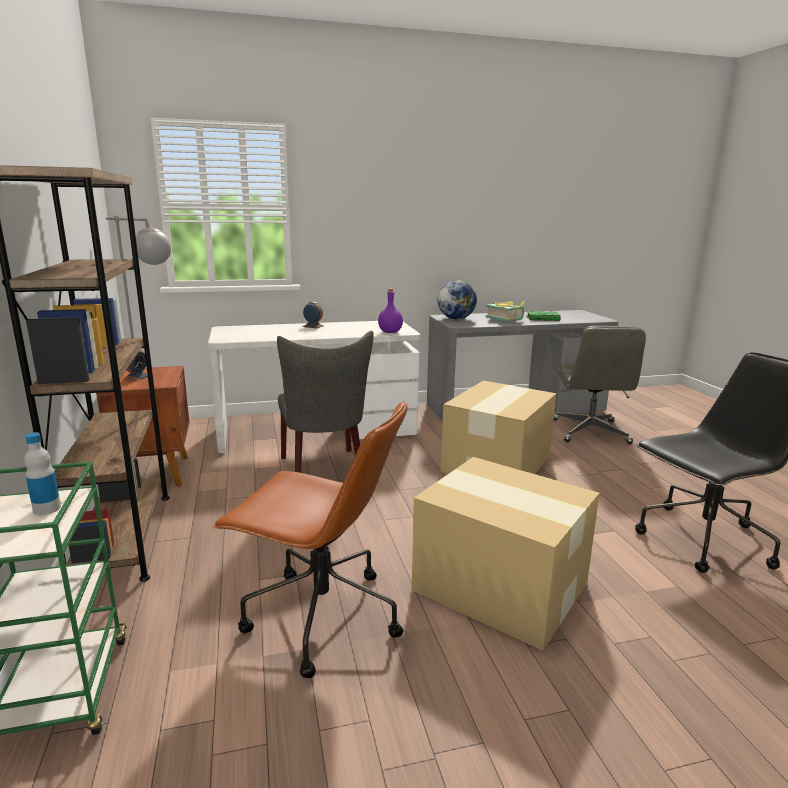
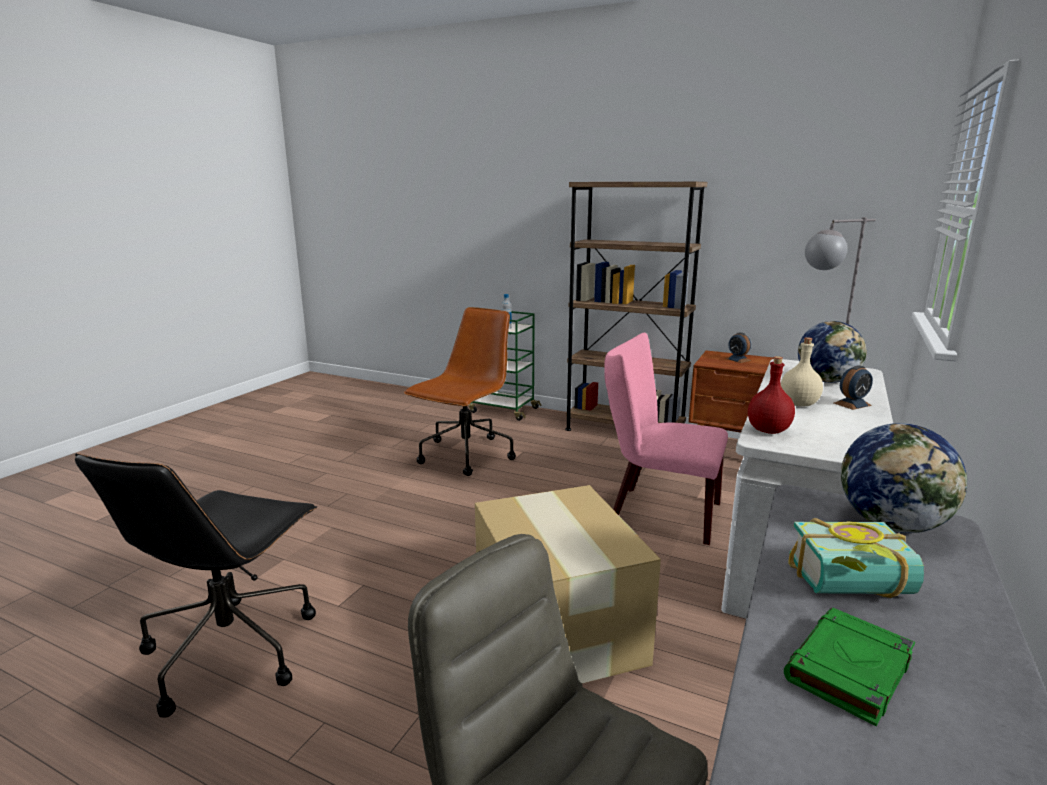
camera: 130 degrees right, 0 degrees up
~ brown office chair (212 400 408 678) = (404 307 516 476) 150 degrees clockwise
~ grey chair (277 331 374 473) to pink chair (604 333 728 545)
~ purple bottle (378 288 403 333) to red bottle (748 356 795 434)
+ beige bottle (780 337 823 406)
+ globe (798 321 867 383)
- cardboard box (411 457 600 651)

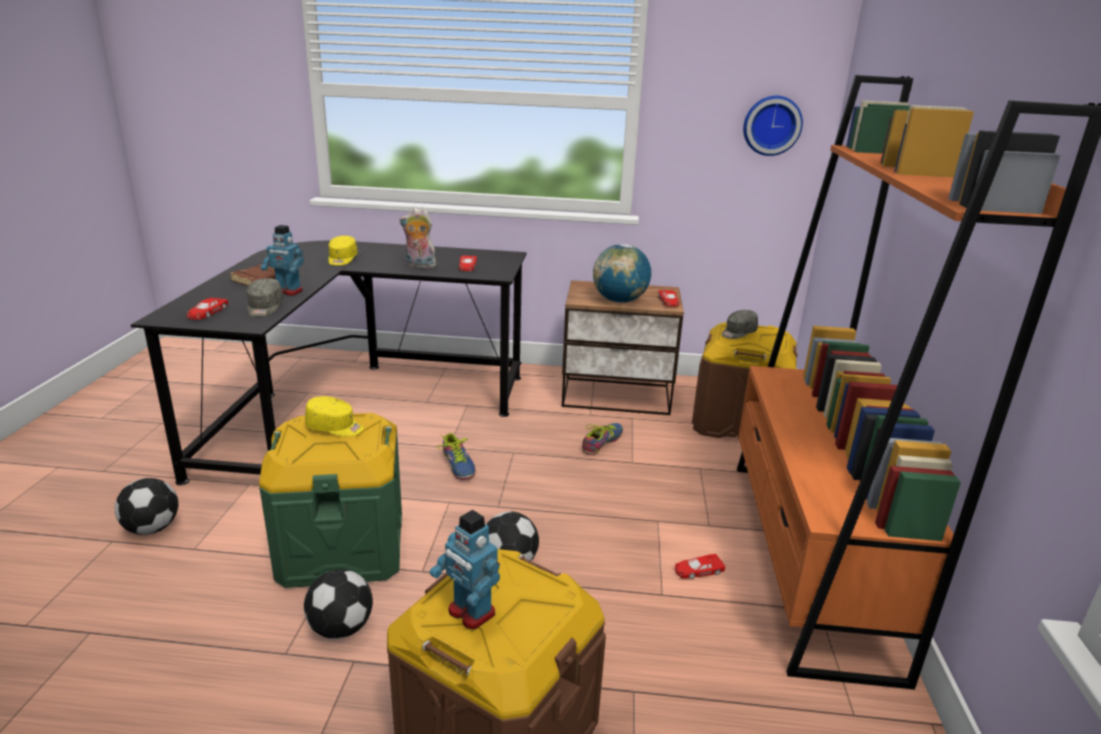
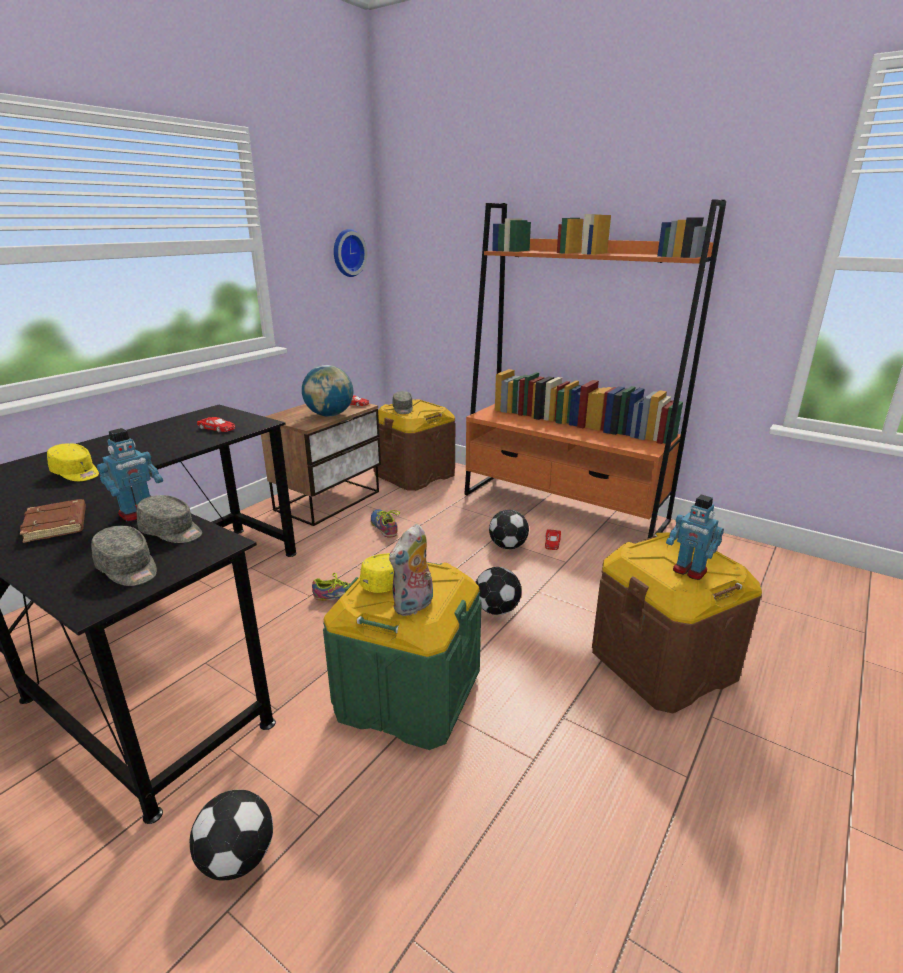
camera: 60 degrees left, 0 degrees up
~ red toy car (186 298 228 320) to grey cap (91 526 157 586)
~ plush toy (399 208 436 269) to (389 524 433 616)
~ football (304 569 373 639) to (489 510 529 549)
~ toy robot (429 510 500 630) = (666 495 724 580) 60 degrees clockwise

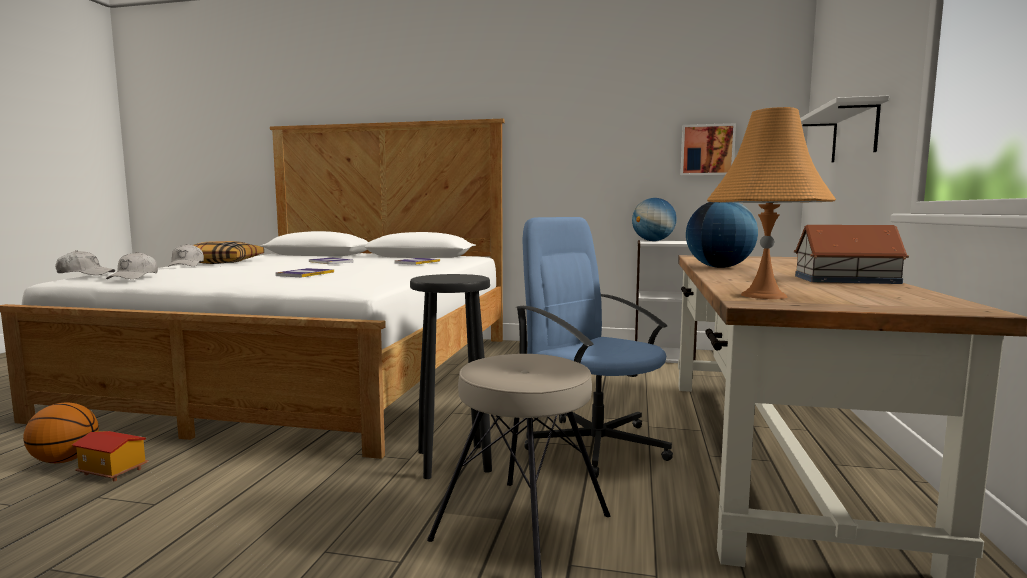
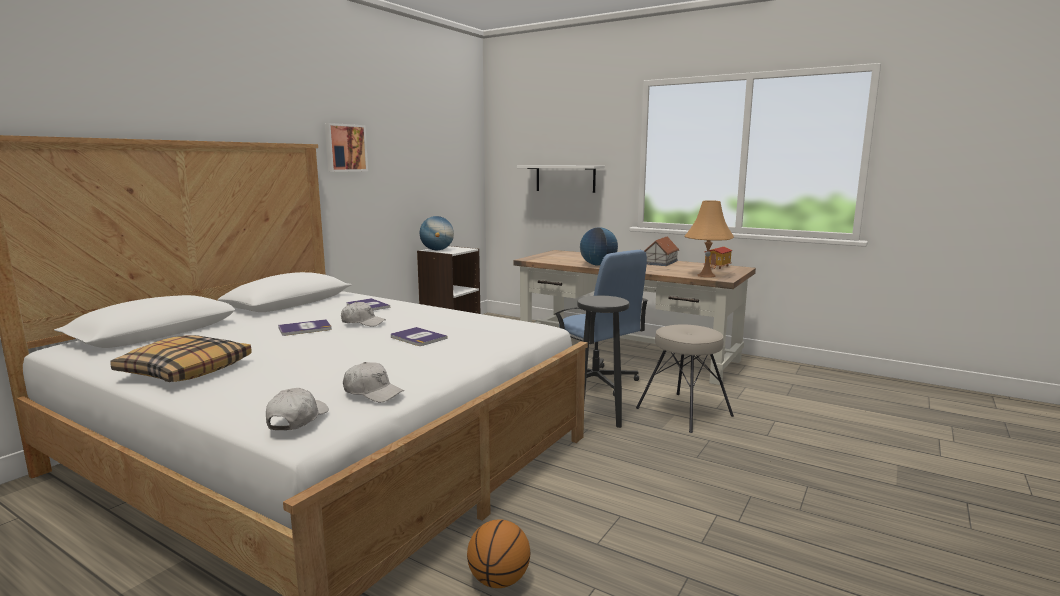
camera: 70 degrees left, 5 degrees up
~ picture (680 123 736 176) to (325 123 368 172)
~ white cap (168 244 204 267) to (341 302 386 327)
~ blue office chair (516 217 673 478) = (554 250 648 396) 105 degrees counterclockwise
~ toy house (72 431 149 481) to (704 247 733 269)

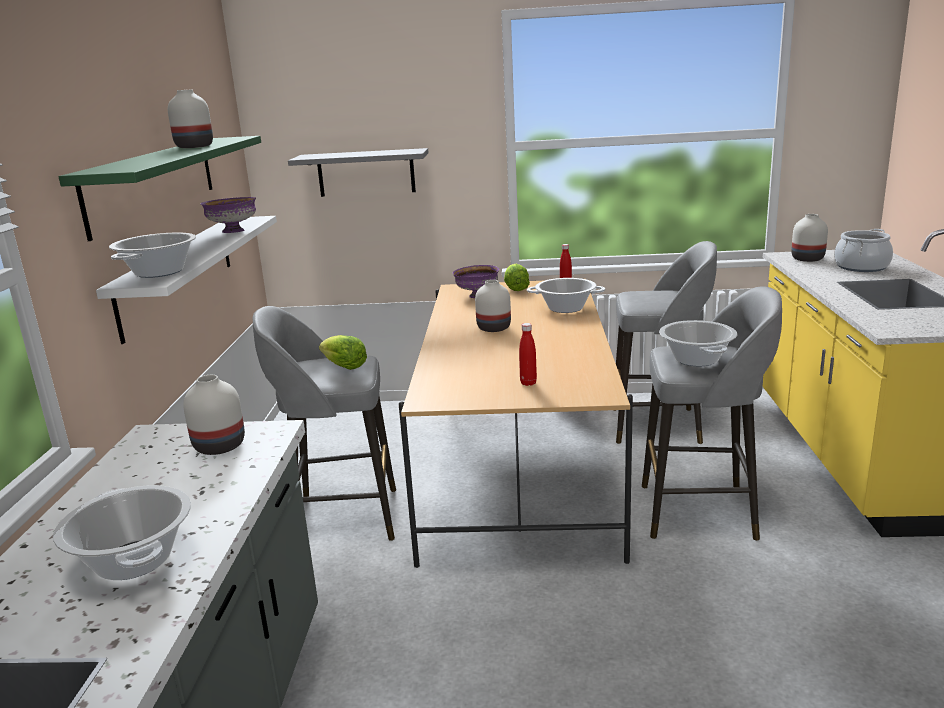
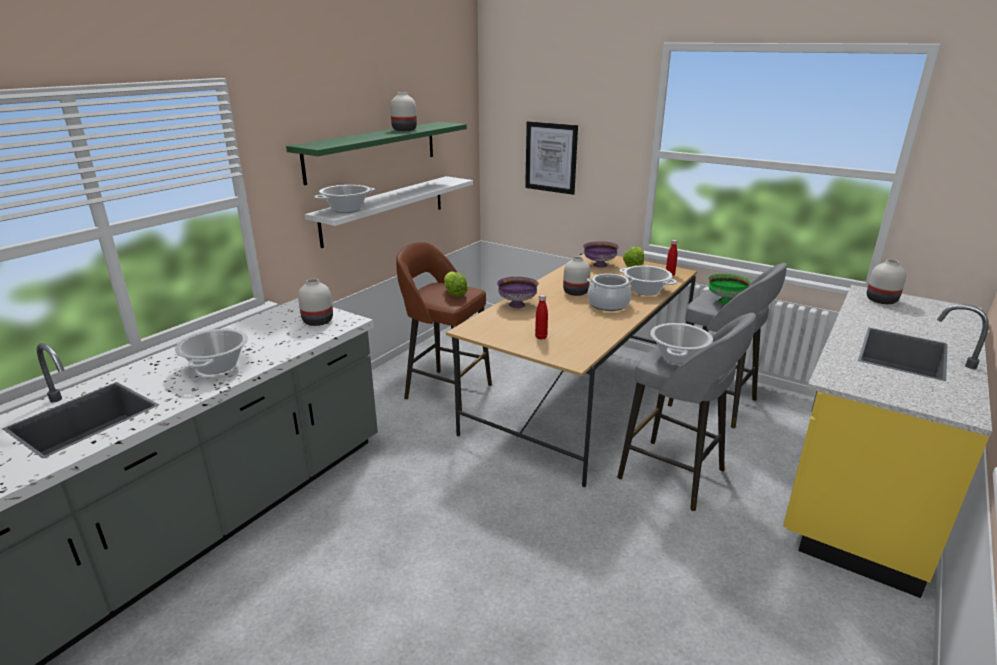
camera: 30 degrees right, 5 degrees up
~ grey stool (253 306 396 541) to brown stool (396 242 492 411)
~ purple bowl (201 197 256 233) to (497 277 539 308)
~ grey shelf (288 148 428 197) to picture (525 121 578 195)
~ cooking pot (834 229 893 272) to (587 274 634 311)
+ green bowl (708 274 751 304)

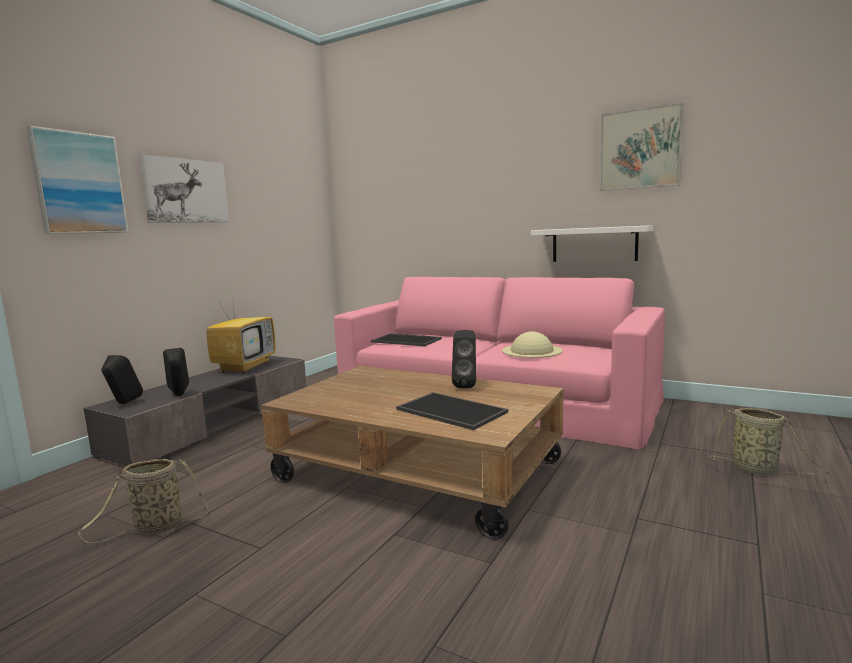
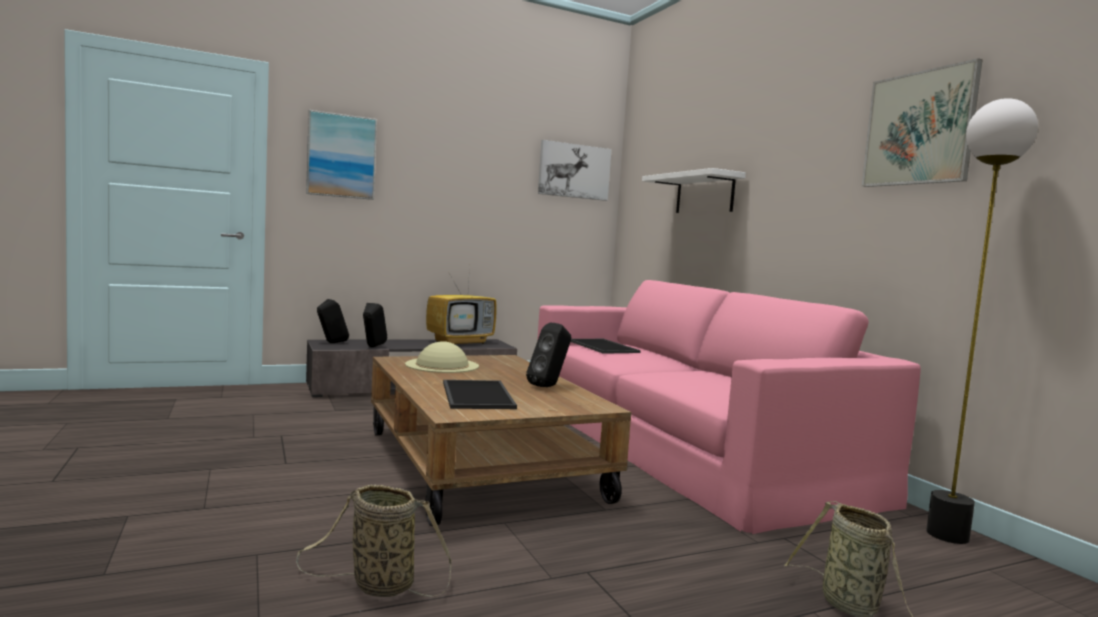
camera: 35 degrees right, 5 degrees down
~ basket (78 459 208 543) to (296 485 452 597)
~ beige hat (502 331 562 358) to (405 341 479 373)
~ picture (139 154 230 223) to (538 140 611 201)
~ white shelf (531 225 653 262) to (642 168 746 213)
+ floor lamp (926 98 1038 544)

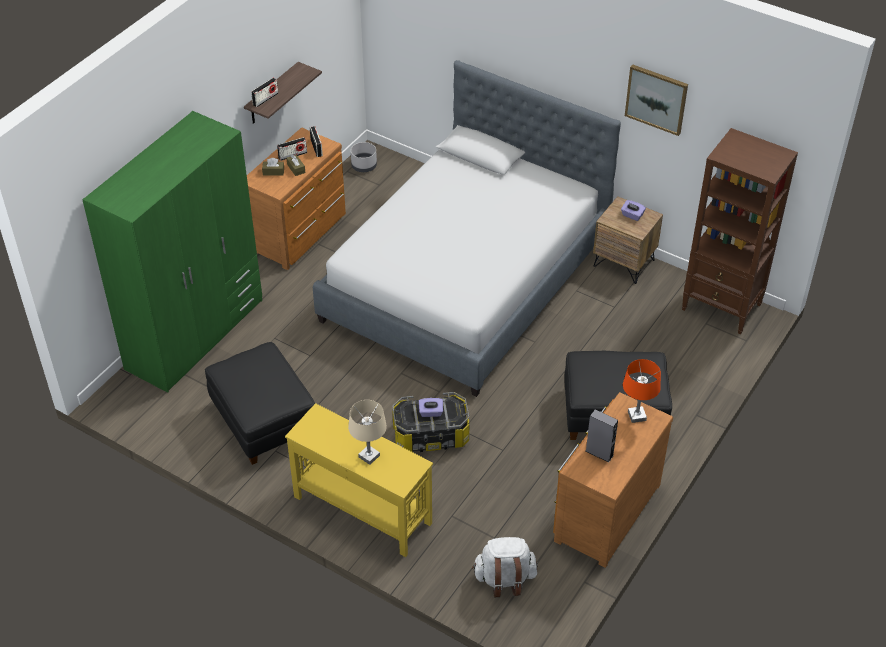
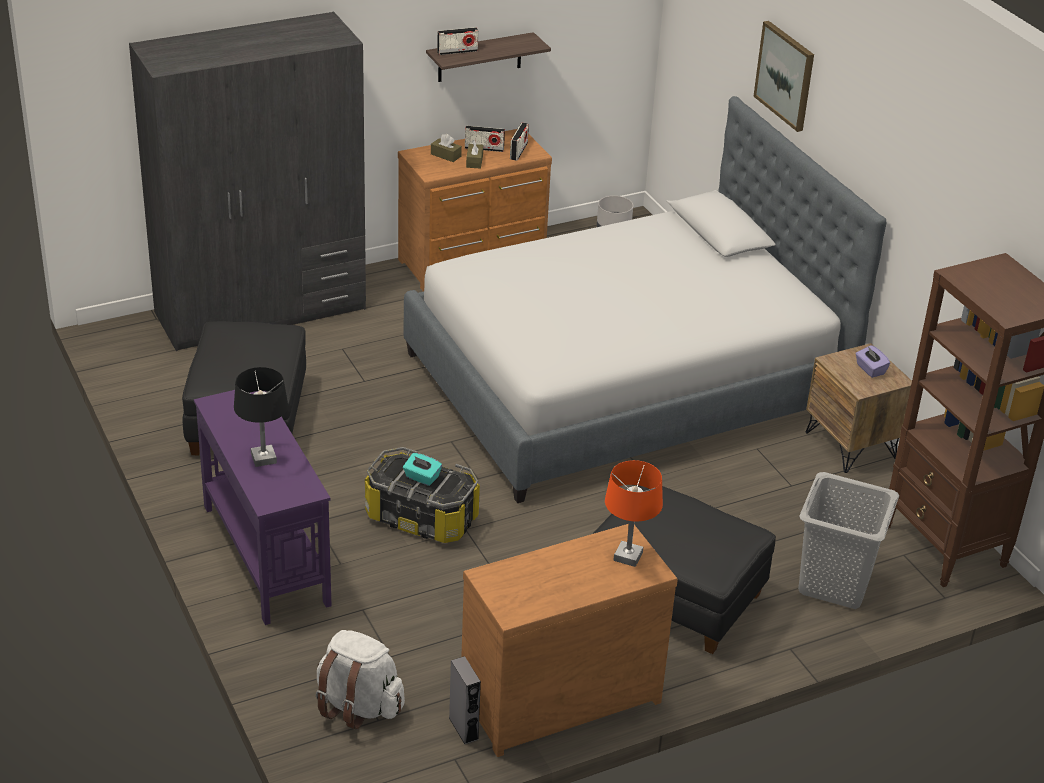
camera: 30 degrees right, 10 degrees down
~ green wardrobe (82 111 262 393) to grey wardrobe (129 12 366 351)
~ yellow console table (285 403 433 557) to purple console table (194 390 332 625)
~ beige table lamp (348 400 387 465) to black table lamp (234 367 288 467)
~ purple tissue box (419 398 443 417) to turquoise tissue box (403 453 442 486)
~ grey speaker (585 409 618 463) to (449 656 481 744)
~ picture (625 64 688 136) to (753 21 814 132)
+ grey laundry basket (798 472 899 609)

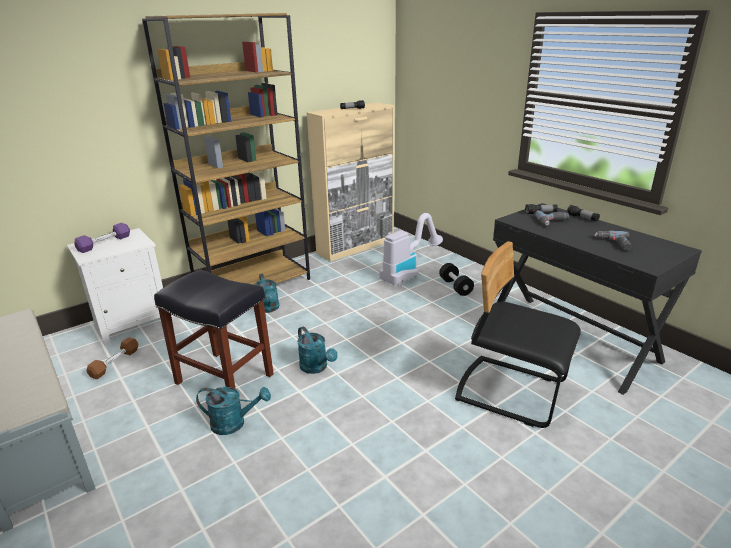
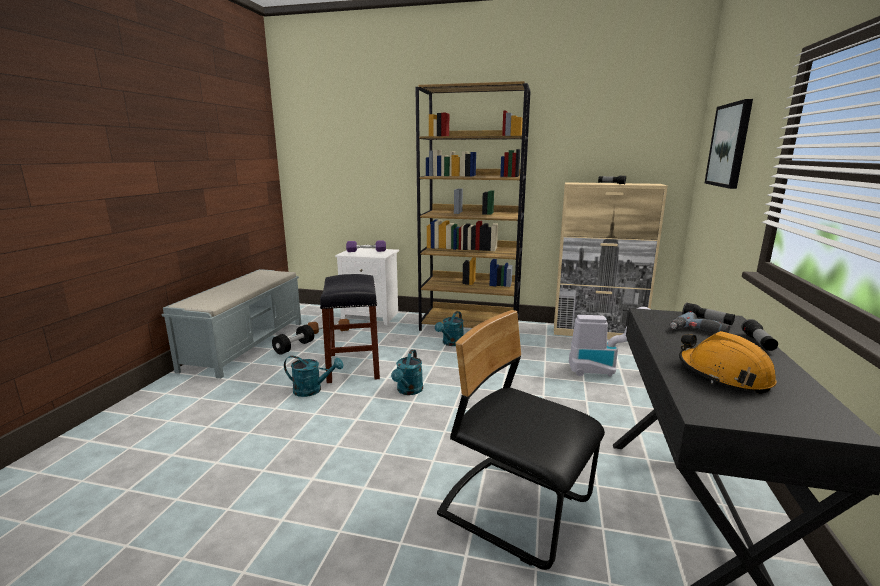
camera: 50 degrees right, 10 degrees down
~ black dumbbell (439 263 474 296) to (272 325 314 355)
~ turquoise watering can (196 387 271 435) = (284 356 343 397) 45 degrees counterclockwise
~ black chair (455 241 581 428) = (437 310 605 570) 45 degrees counterclockwise
~ power drill (594 231 631 251) to orange hard hat (679 331 776 394)
+ picture (705 99 753 189)

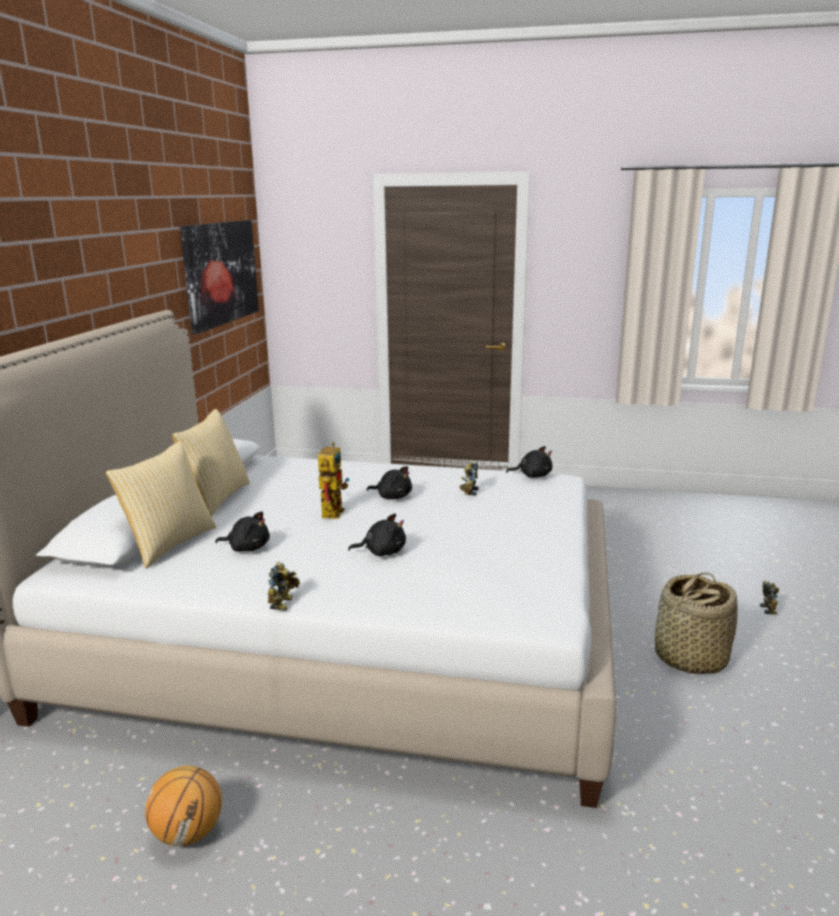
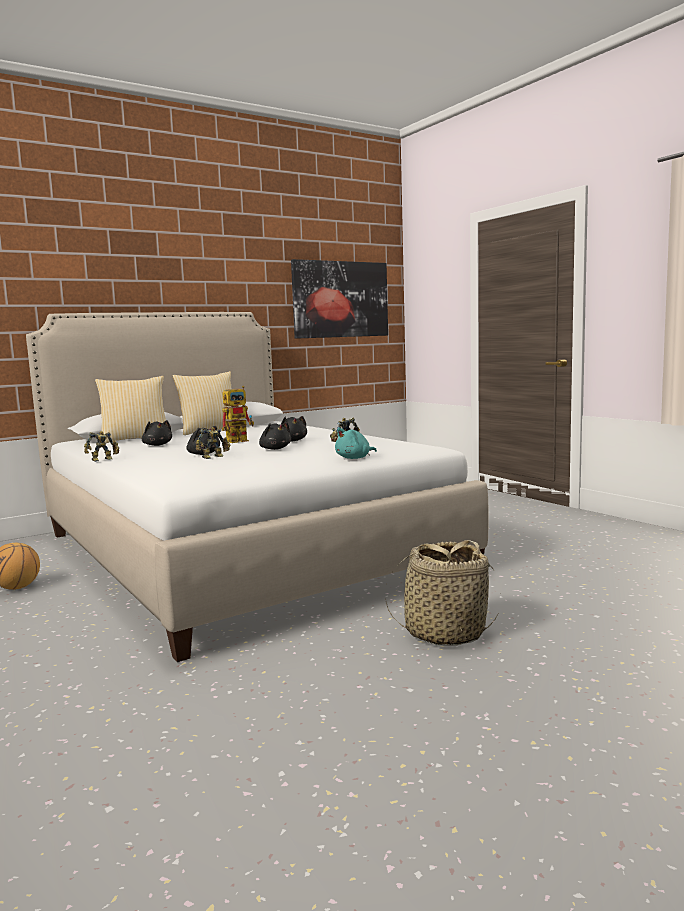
camera: 45 degrees right, 10 degrees down
~ toy robot (760 581 779 615) to (196 427 230 459)
~ black plush toy (506 446 552 478) to (259 422 291 450)
+ turquoise plush toy (335 428 377 459)

